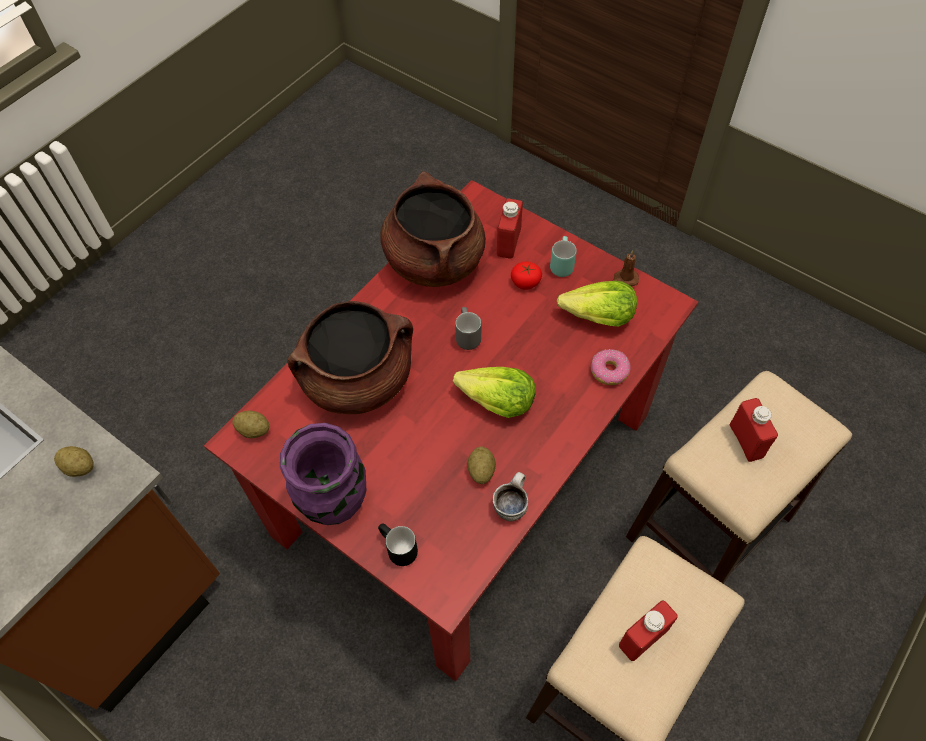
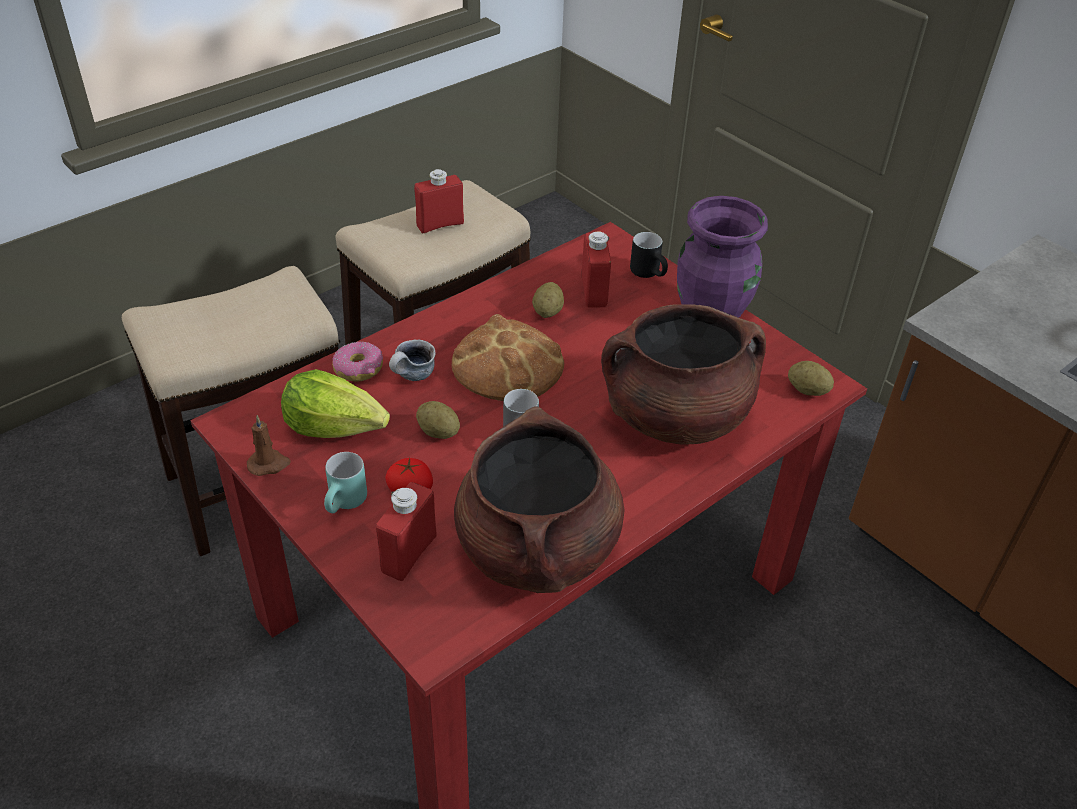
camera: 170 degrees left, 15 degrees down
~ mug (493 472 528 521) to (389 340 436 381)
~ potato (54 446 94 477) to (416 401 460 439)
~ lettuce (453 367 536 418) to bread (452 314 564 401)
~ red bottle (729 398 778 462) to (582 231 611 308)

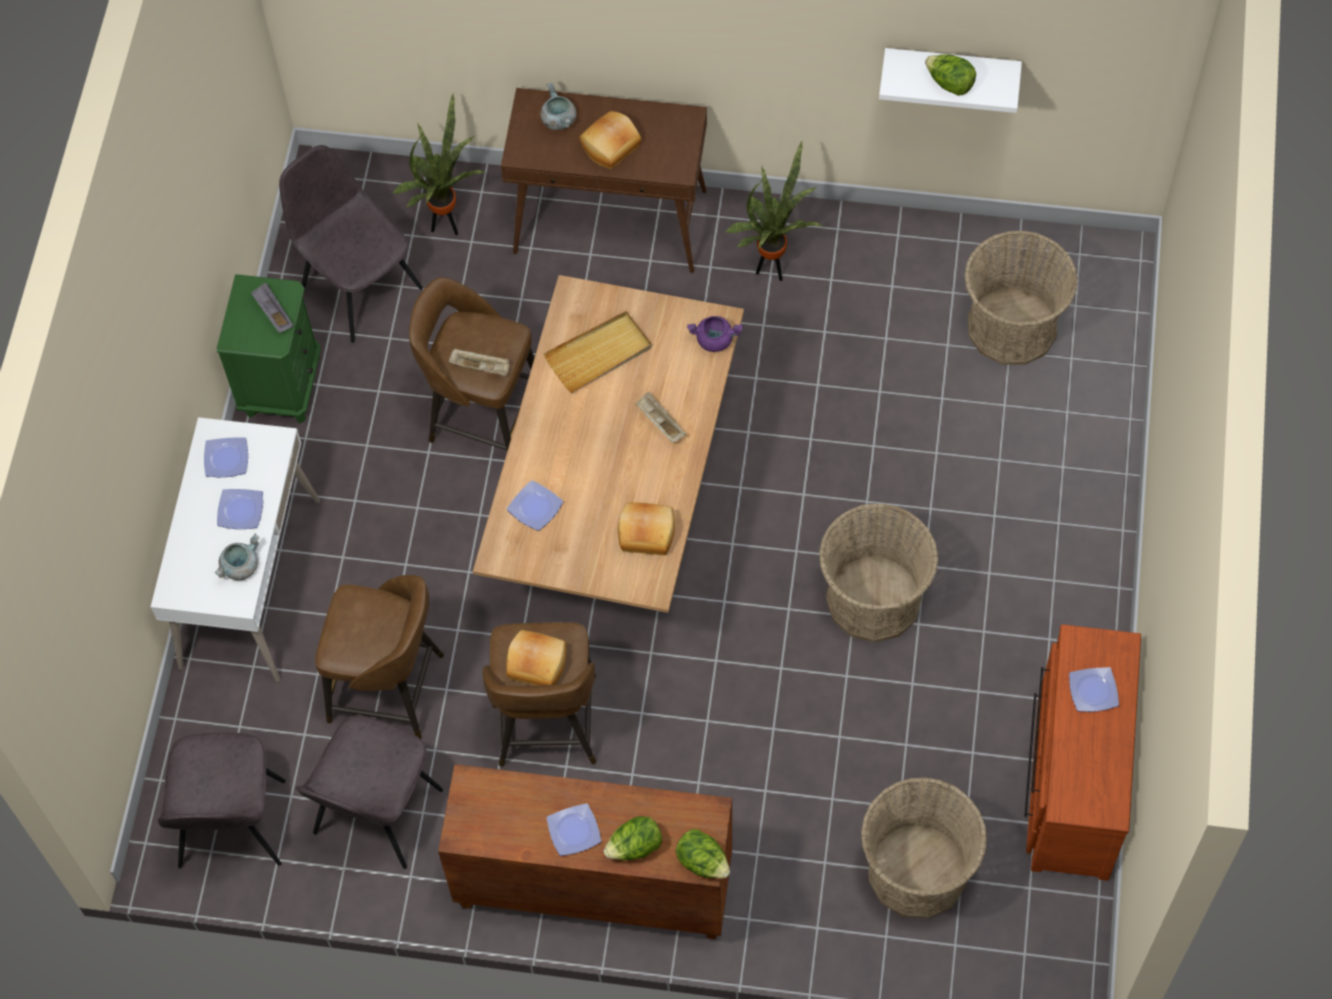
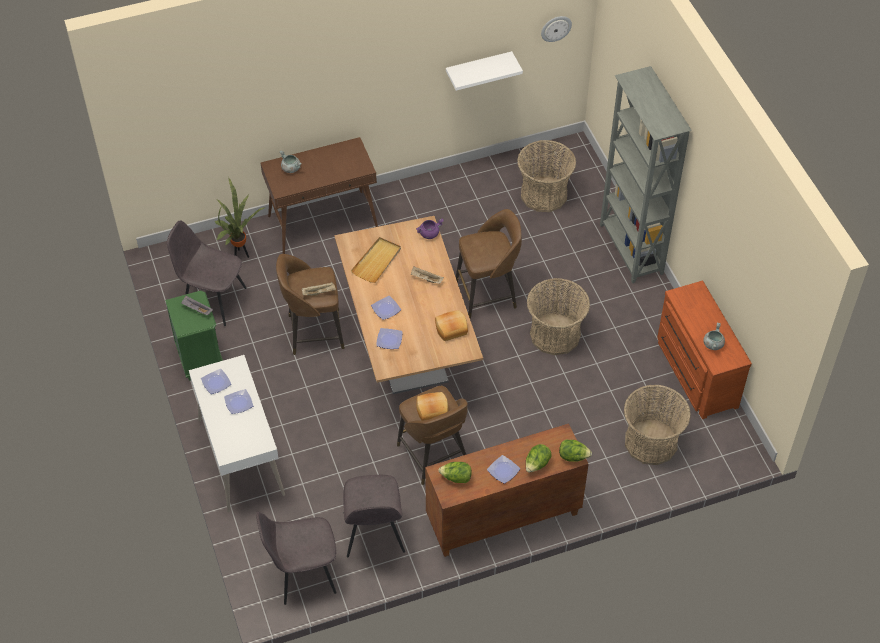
camera: 30 degrees left, 10 degrees down
~ grey chair (158 733 286 868) = (256 512 337 605) 105 degrees clockwise
~ plate (1069 667 1119 712) to (371 296 401 320)
~ lettuce (925 54 976 96) to (438 462 472 483)
~ brown stool (315 575 444 739) to (456 209 522 319)
+ wall clock (541 16 572 42)
+ grey bookcase (600 66 692 283)
~ grey cooking pot (215 534 260 580) to (703 323 725 350)
- bread (579 111 641 169)
- potted plant (725 140 824 281)

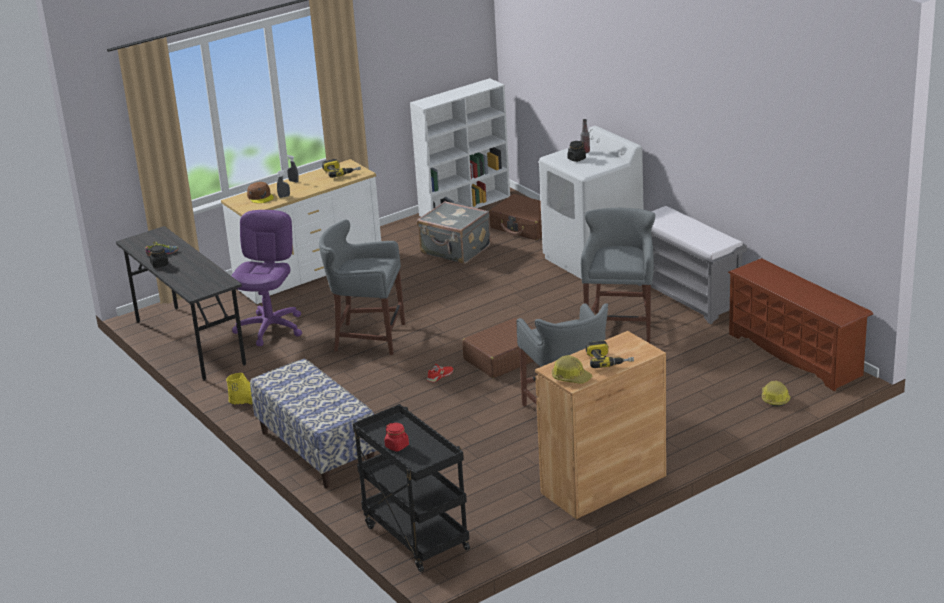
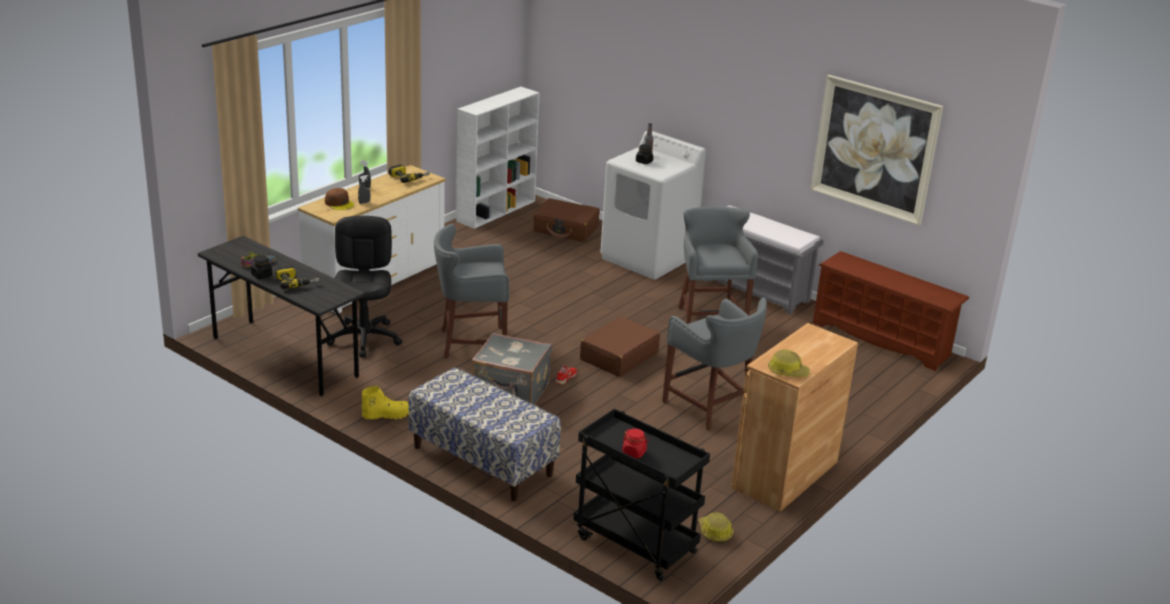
camera: 20 degrees left, 0 degrees up
~ power drill (586 341 634 368) to (275 265 319 289)
~ purple office chair (231 210 302 346) to black office chair (326 216 402 357)
~ grey suitcase (417 201 491 264) to (471 333 552 405)
~ hard hat (762 381 791 407) to (698 512 733 543)
+ picture (810 75 943 225)

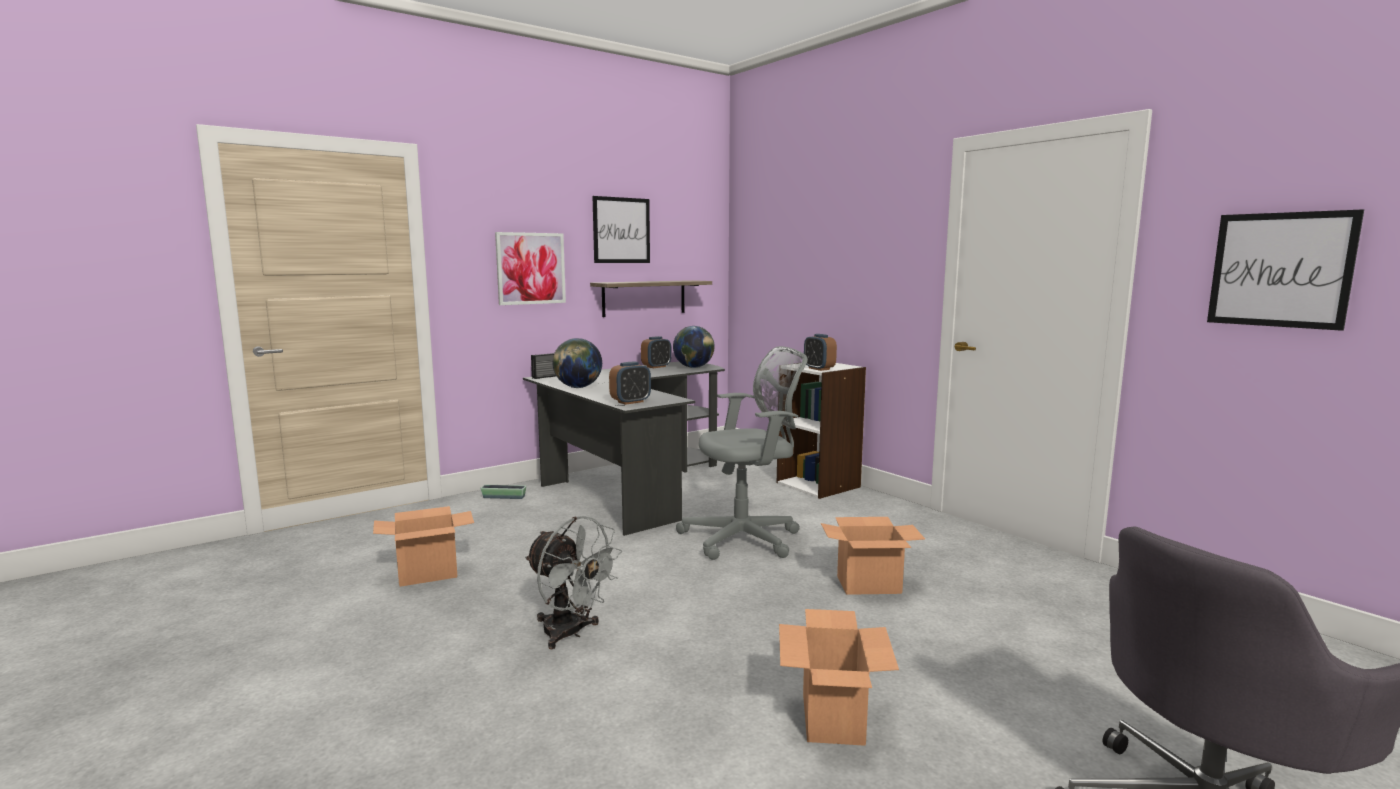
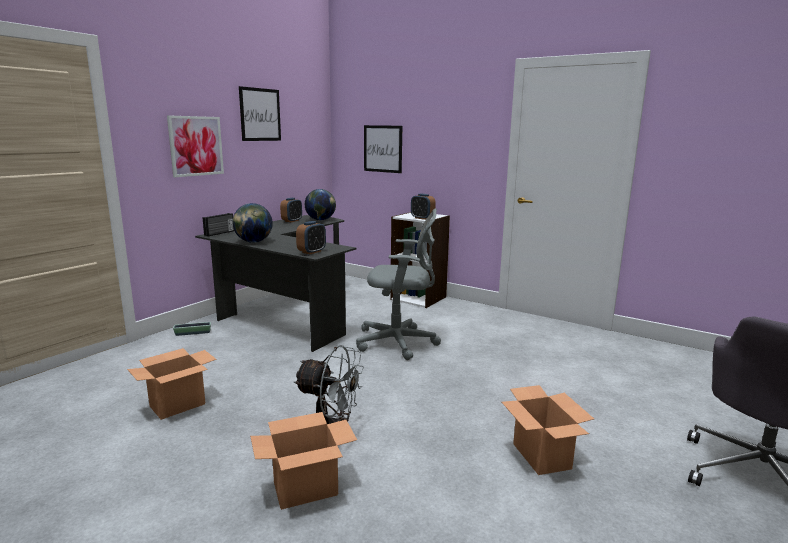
camera: 20 degrees left, 5 degrees up
~ cardboard box (821 517 925 595) to (250 412 357 510)
~ grey office chair (676 346 808 560) = (356 208 441 360) 45 degrees clockwise
~ picture (1207 209 1364 331) to (364 125 402 173)
- shelf (590 280 712 317)

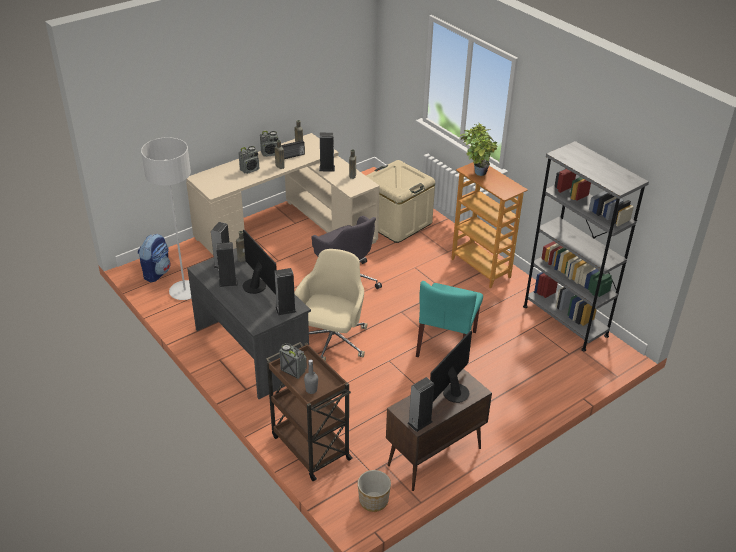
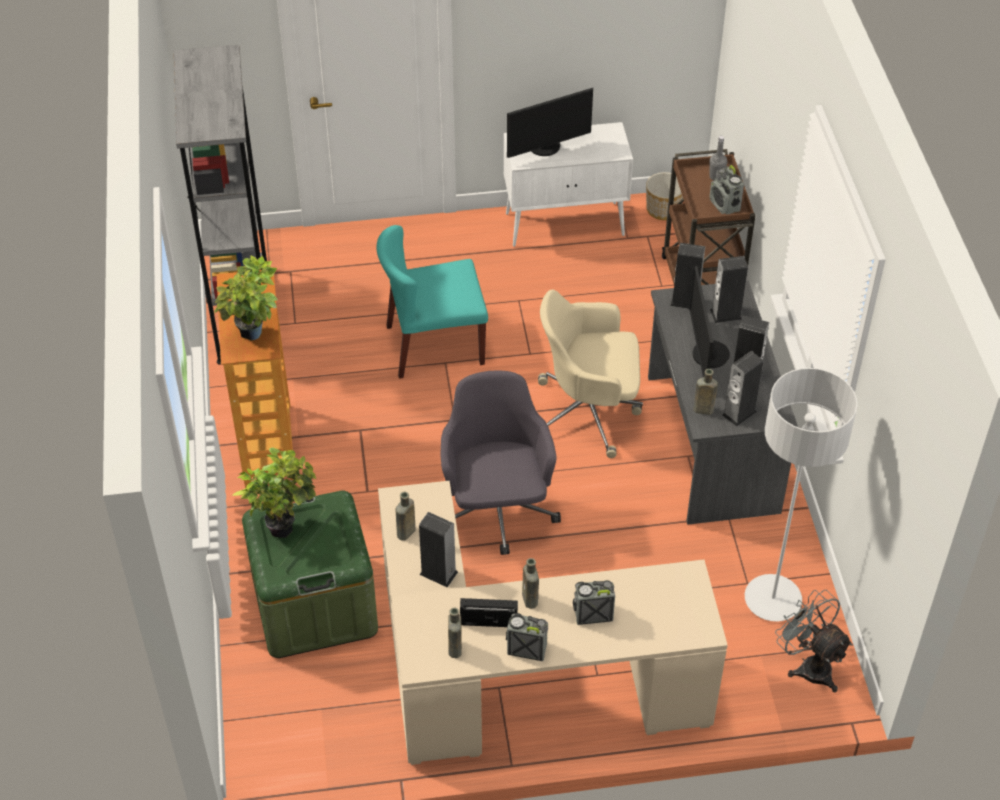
camera: 150 degrees left, 10 degrees up
+ potted plant (232 448 316 538)
~ beige storage box (366 160 435 243) to green storage box (242 491 378 658)
~ turquoise chair (416 281 483 357) = (377 225 488 379) 150 degrees counterclockwise
~ brown cabinet (386 369 492 491) to white cabinet (504 122 633 247)
~ beige office chair (294 249 367 361) = (538 290 643 458) 45 degrees clockwise
~ speaker (407 377 434 432) to (710 256 748 323)
~ backpack (138 234 171 282) to grey fan (775 590 853 693)

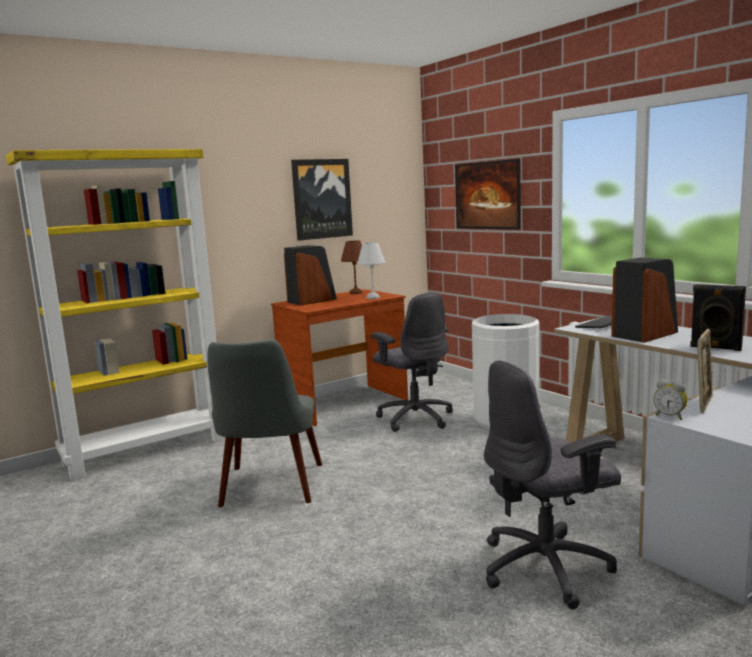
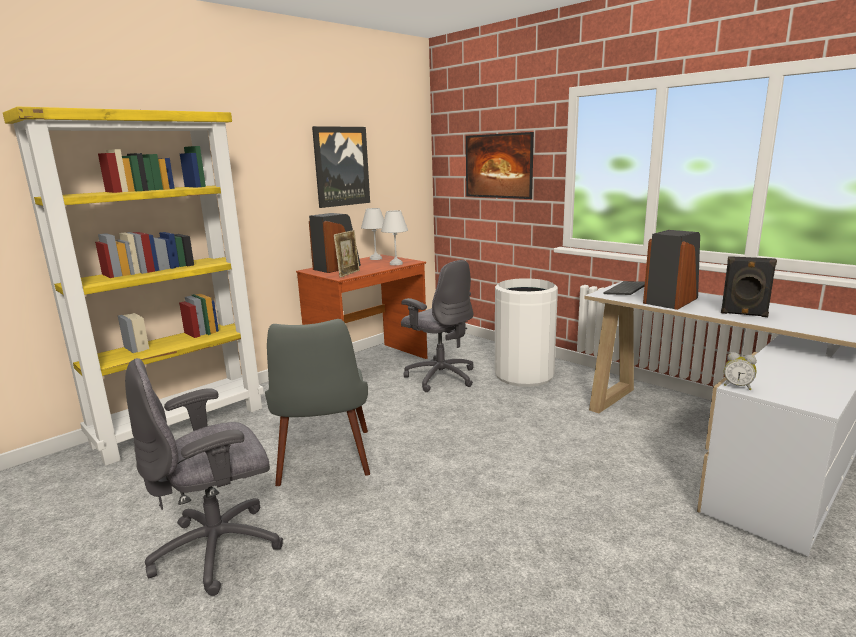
camera: 10 degrees left, 5 degrees up
~ grey office chair (484 360 621 609) to (125 358 283 596)
~ picture frame (697 329 713 413) to (334 230 360 278)
~ brown table lamp (341 241 363 294) to white table lamp (361 208 384 260)

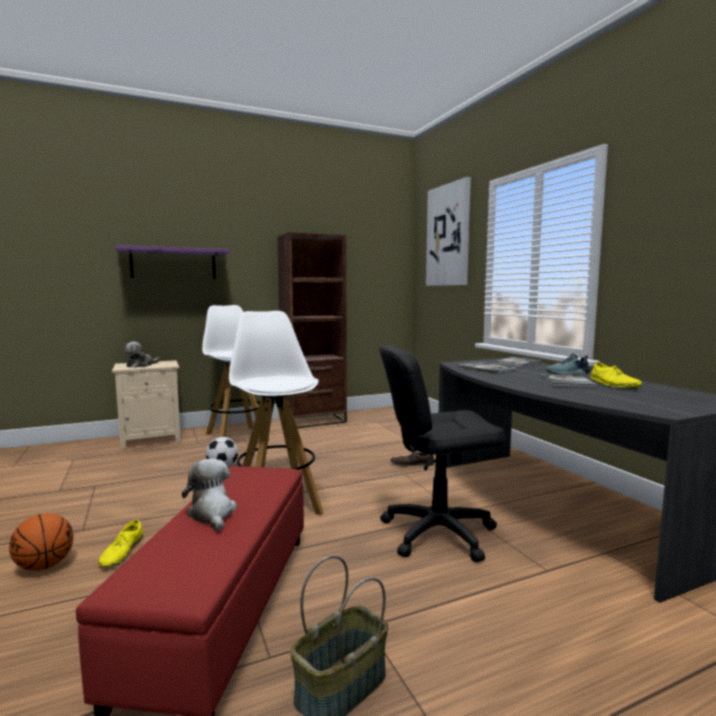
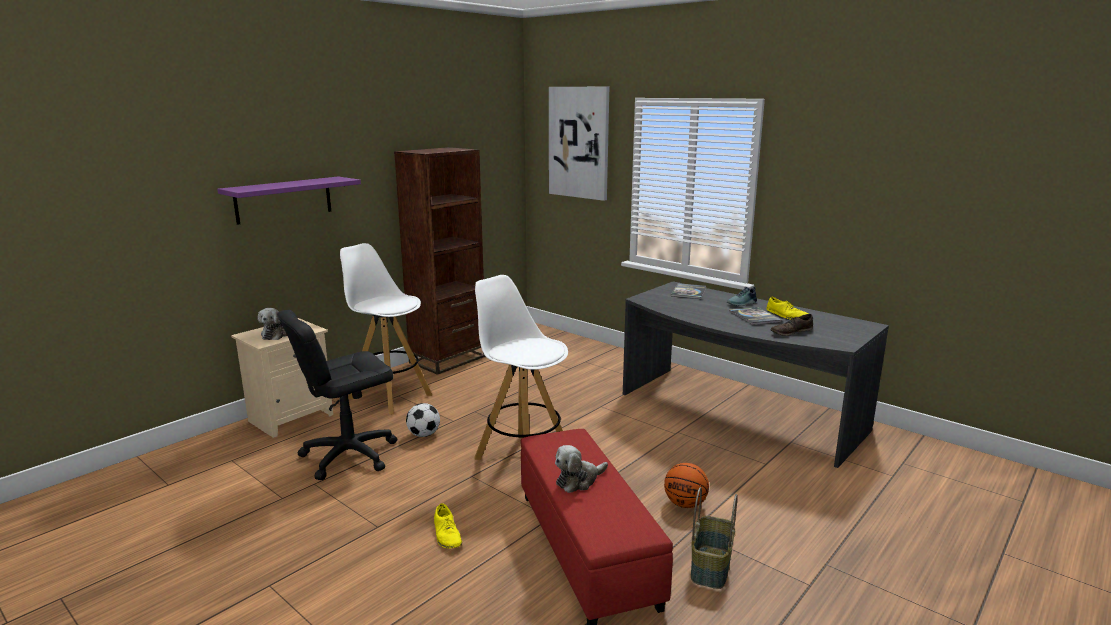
camera: 25 degrees left, 10 degrees up
~ black office chair (379 345 506 562) to (277 310 397 480)
~ plush toy (182 458 237 531) = (555 445 608 493) 75 degrees counterclockwise
~ basketball (9 513 74 571) to (664 463 709 508)
~ brown shoe (390 452 434 467) to (770 314 813 336)
- book (457 361 518 374)

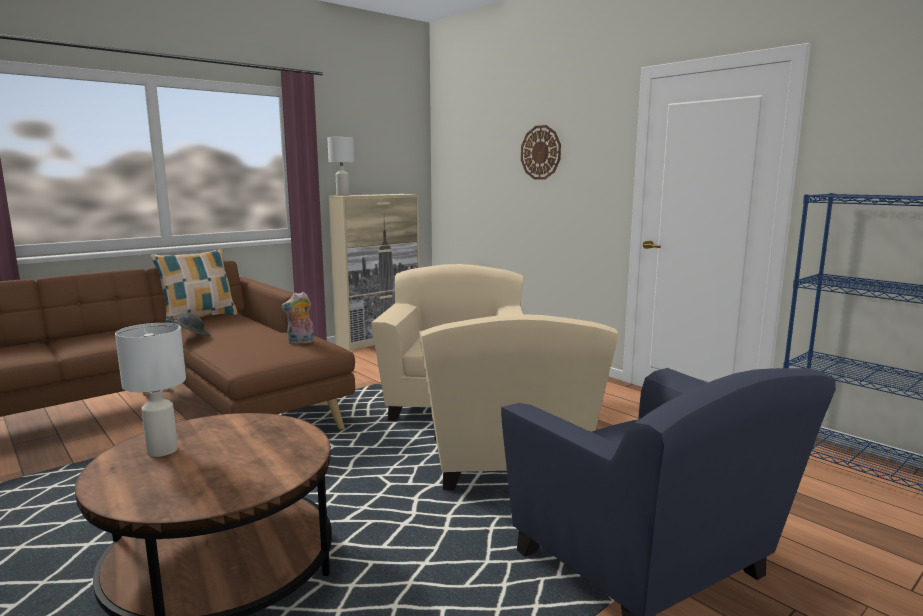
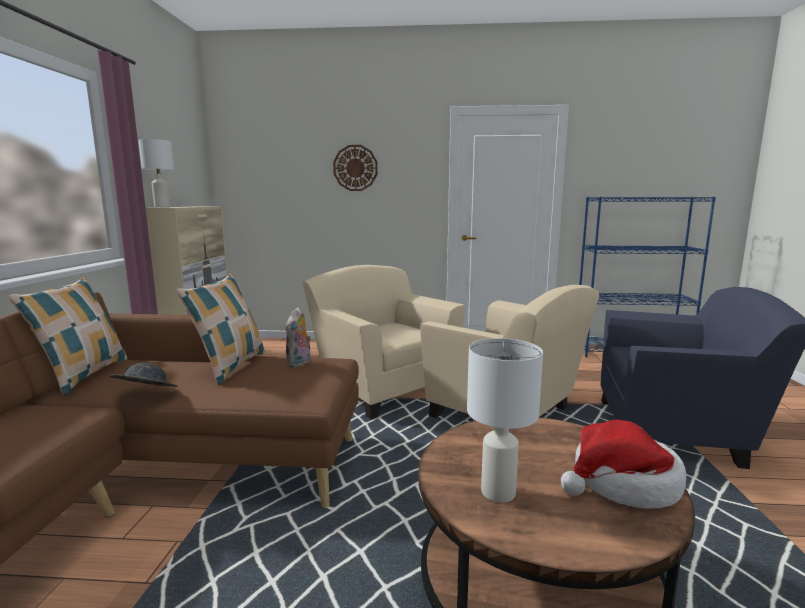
camera: 45 degrees left, 0 degrees up
+ pillow (177 274 265 385)
+ hat (561 420 686 509)

